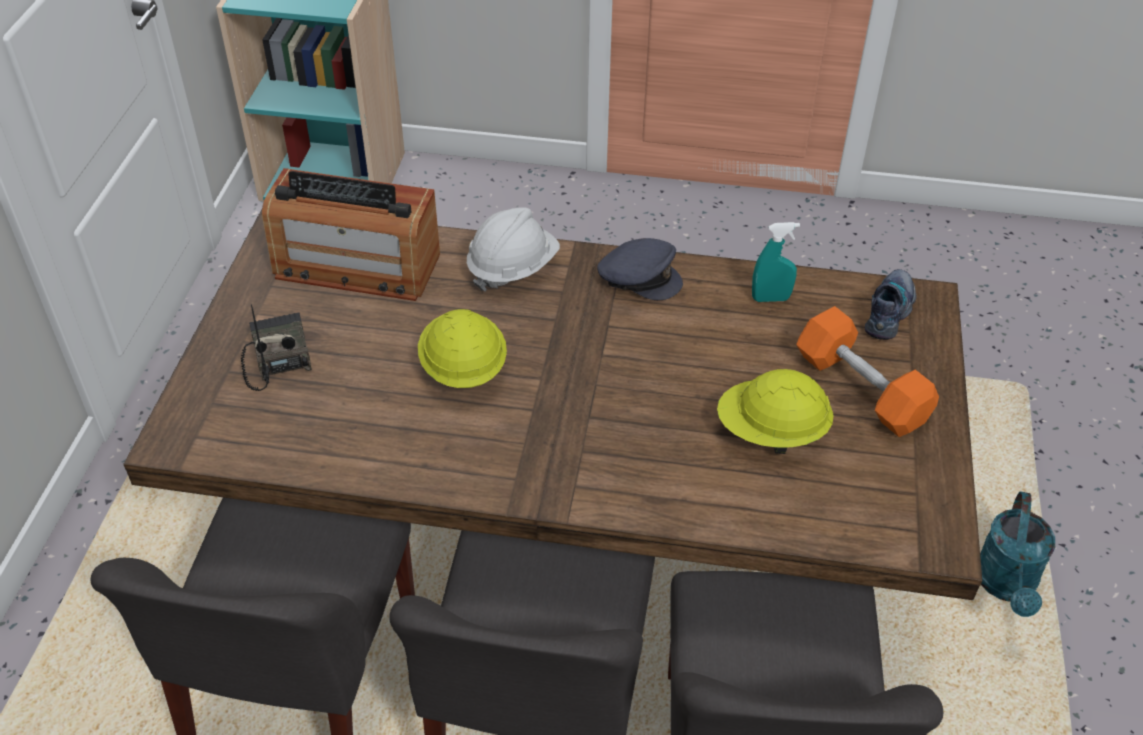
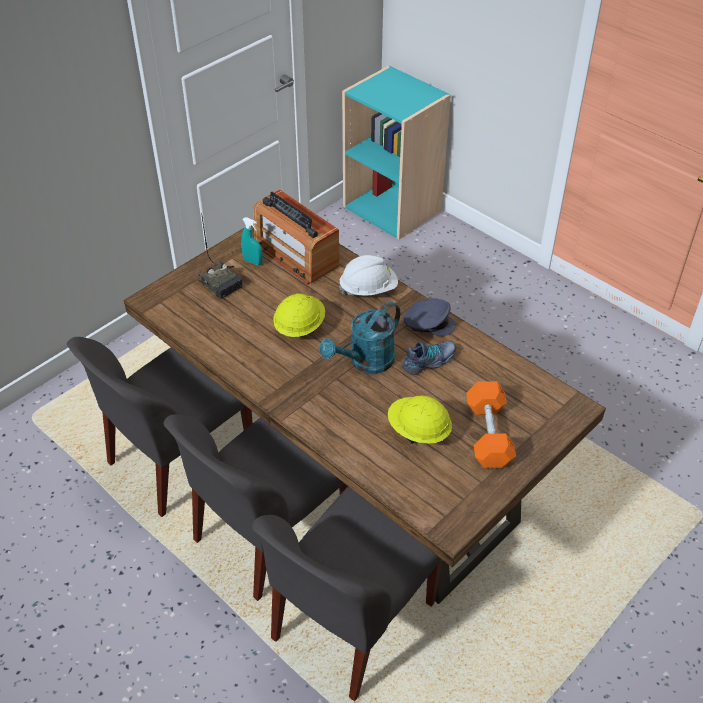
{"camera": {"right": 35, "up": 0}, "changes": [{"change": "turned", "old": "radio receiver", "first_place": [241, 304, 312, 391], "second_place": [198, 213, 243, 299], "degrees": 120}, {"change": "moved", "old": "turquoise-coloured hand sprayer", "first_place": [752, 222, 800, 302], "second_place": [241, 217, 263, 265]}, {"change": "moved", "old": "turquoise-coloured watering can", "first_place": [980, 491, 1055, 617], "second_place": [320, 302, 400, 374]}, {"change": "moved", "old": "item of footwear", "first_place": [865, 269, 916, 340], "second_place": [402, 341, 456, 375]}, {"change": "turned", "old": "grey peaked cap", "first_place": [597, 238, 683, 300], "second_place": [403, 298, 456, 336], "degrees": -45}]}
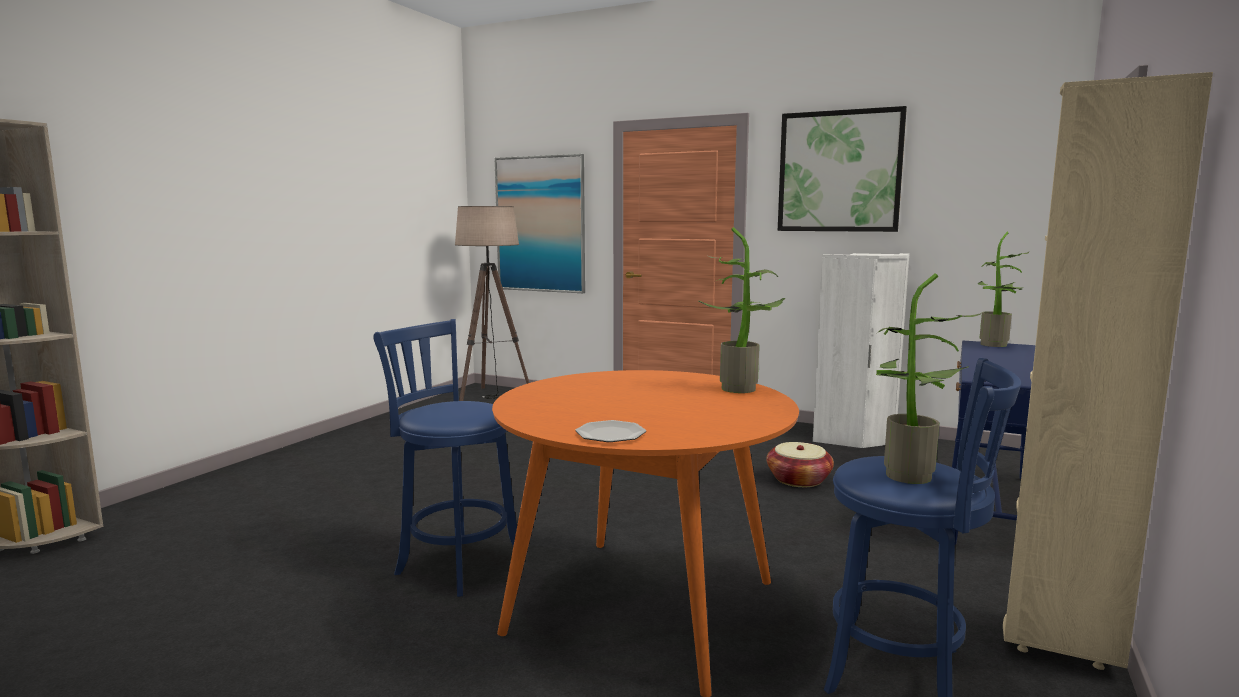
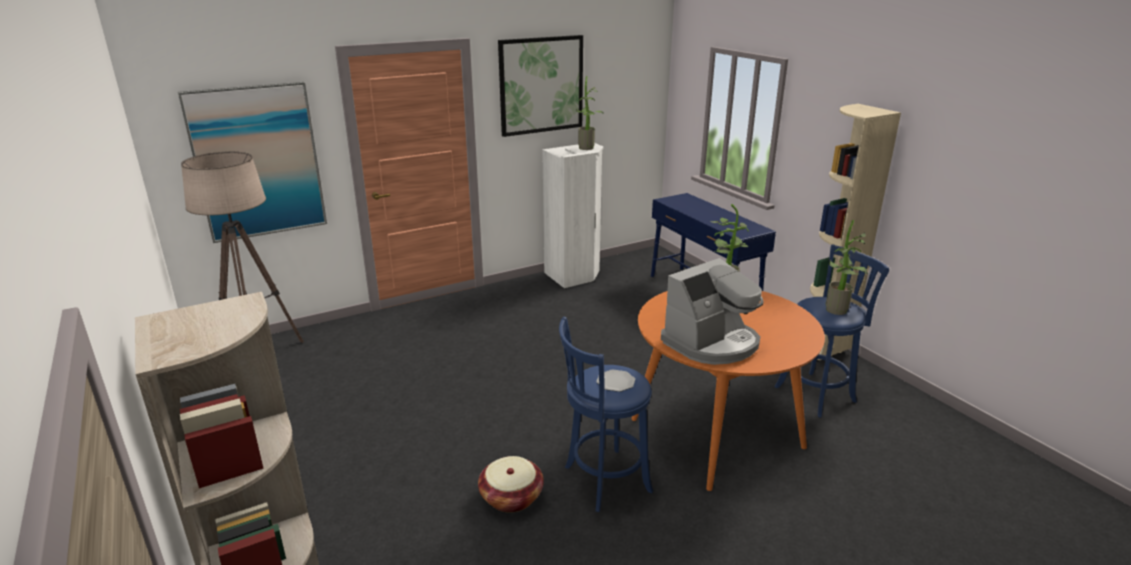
{"camera": {"right": -55, "up": 15}, "changes": [{"change": "moved", "old": "storage basket", "first_place": [766, 442, 834, 487], "second_place": [478, 456, 544, 513]}, {"change": "moved", "old": "houseplant", "first_place": [978, 232, 1029, 347], "second_place": [576, 76, 604, 150]}, {"change": "moved", "old": "flat dish", "first_place": [575, 420, 646, 442], "second_place": [596, 370, 635, 392]}, {"change": "added", "new": "coffee maker", "second_place": [661, 258, 763, 365]}]}
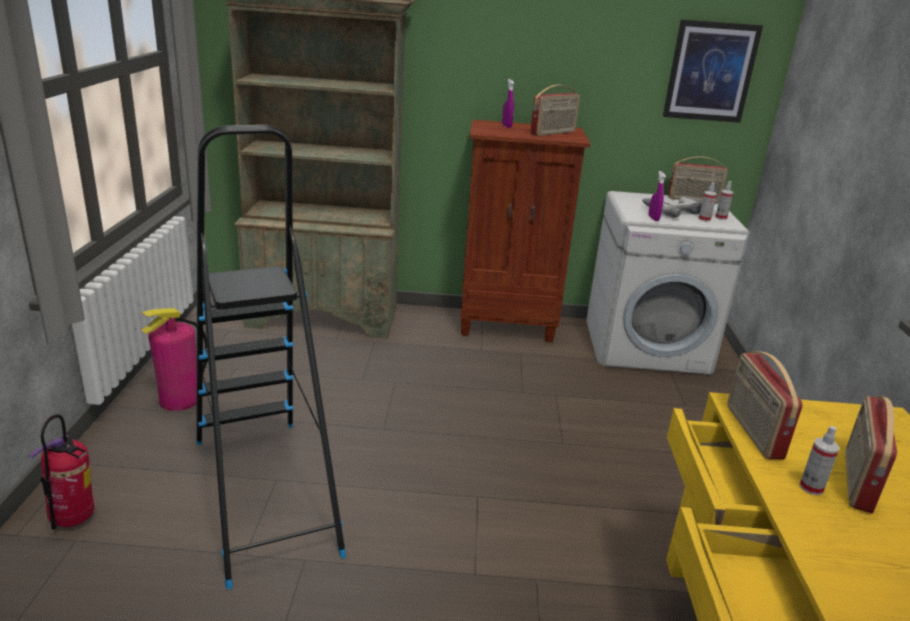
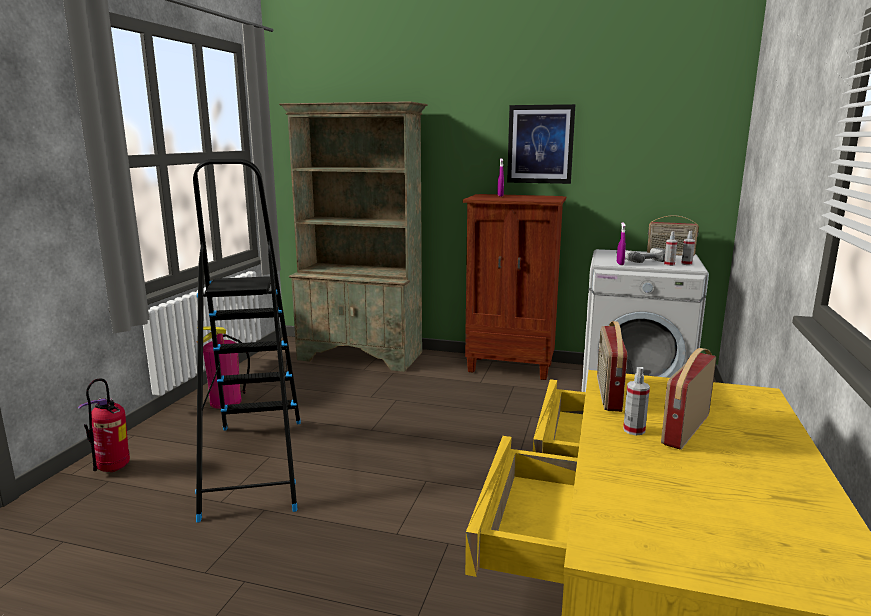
{"camera": {"right": 15, "up": -10}, "changes": [{"change": "moved", "old": "picture", "first_place": [663, 19, 763, 123], "second_place": [507, 104, 575, 184]}, {"change": "removed", "old": "radio receiver", "first_place": [530, 84, 580, 136]}]}
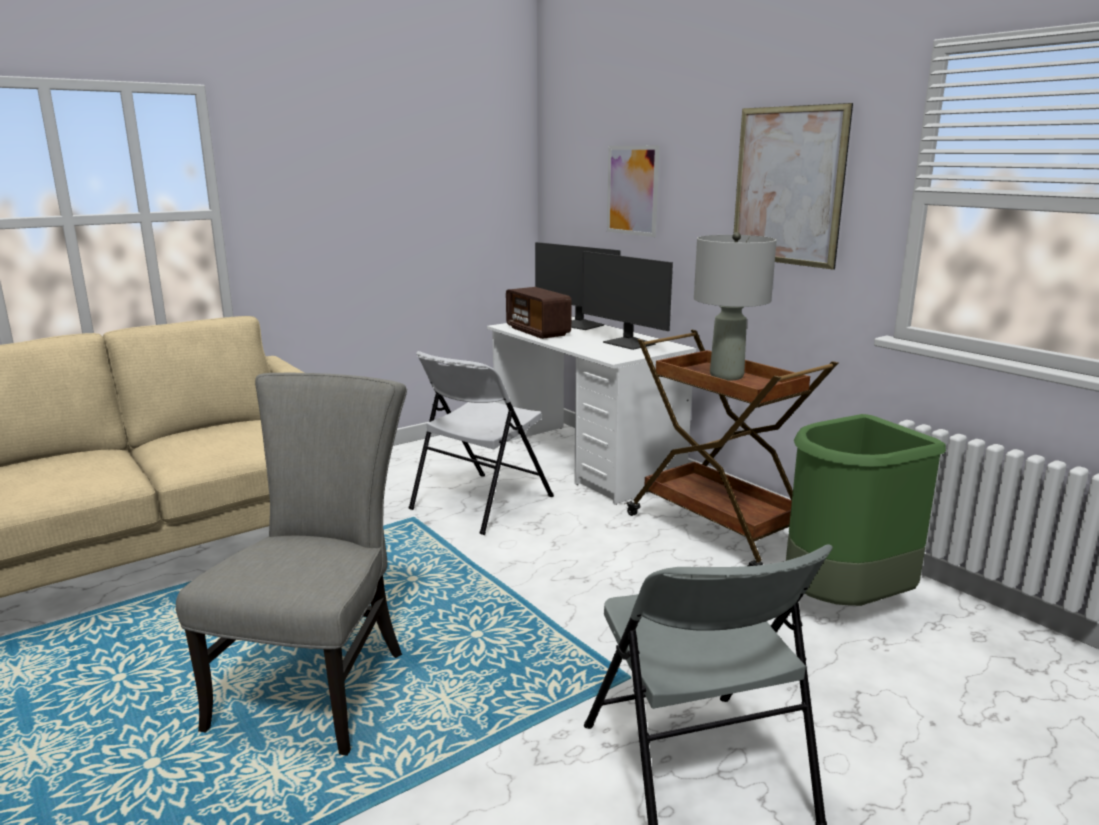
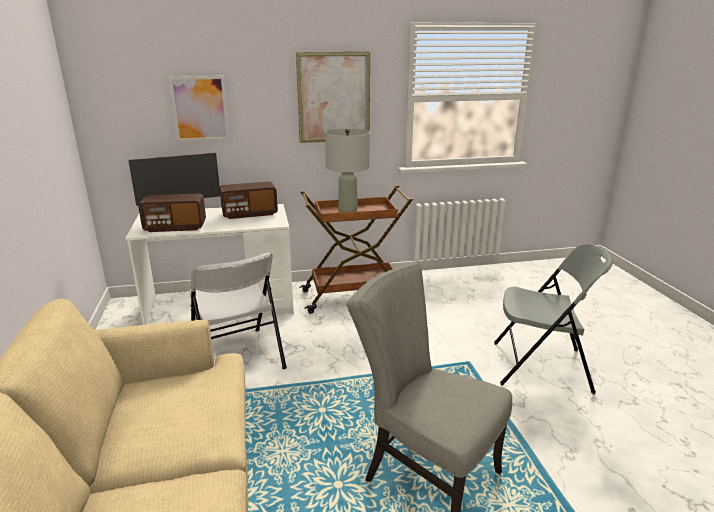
{"camera": {"right": -65, "up": 5}, "changes": [{"change": "replaced", "old": "monitor", "new": "radio receiver", "first_place": [582, 251, 673, 350], "second_place": [220, 181, 278, 219]}, {"change": "removed", "old": "green-coloured trash can", "first_place": [786, 414, 946, 606]}]}
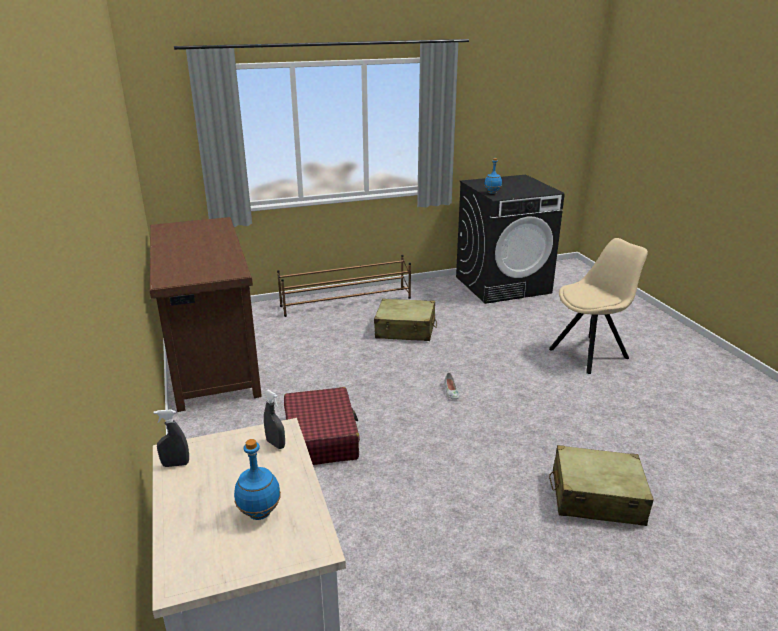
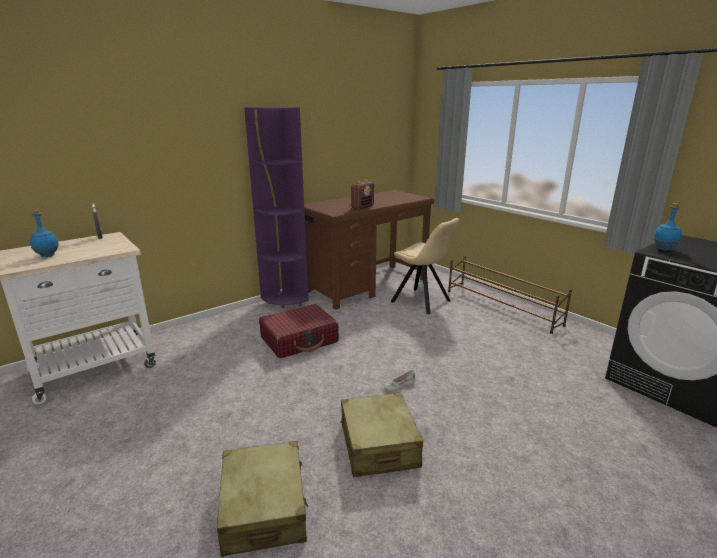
{"camera": {"right": 70, "up": -5}, "changes": [{"change": "added", "new": "purple bookshelf", "second_place": [244, 107, 309, 308]}, {"change": "moved", "old": "beige travel case", "first_place": [374, 299, 437, 341], "second_place": [340, 392, 423, 477]}, {"change": "added", "new": "radio receiver", "second_place": [351, 180, 374, 209]}, {"change": "moved", "old": "beige plain chair", "first_place": [549, 238, 648, 374], "second_place": [391, 218, 459, 314]}, {"change": "removed", "old": "grey hand sprayer", "first_place": [264, 390, 285, 449]}]}
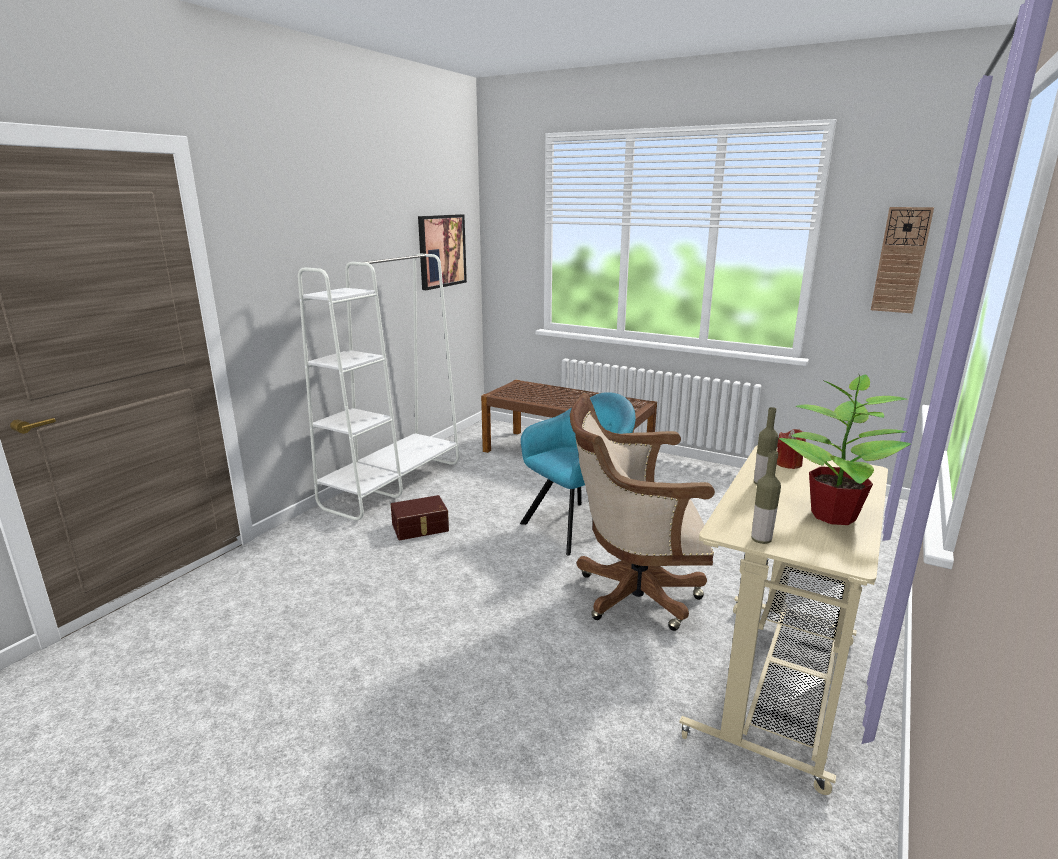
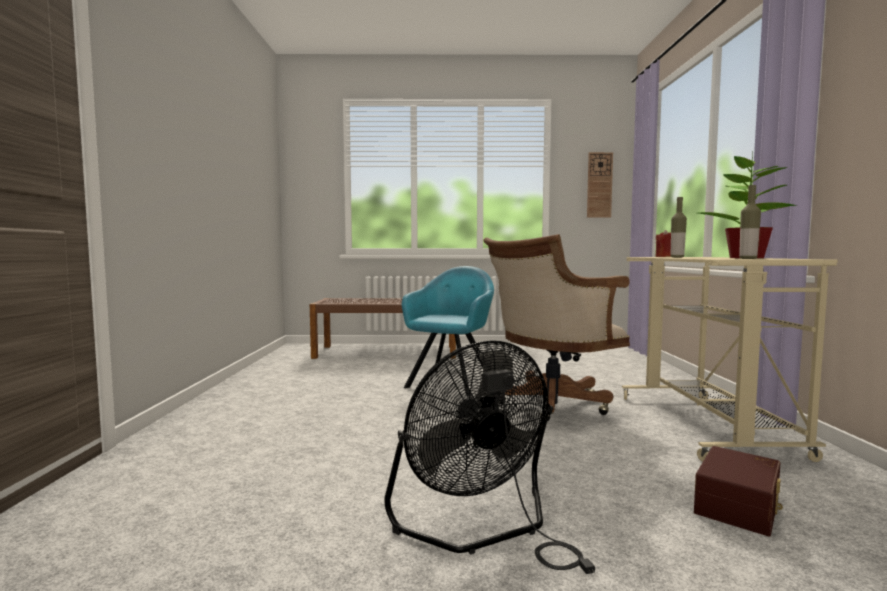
{"camera": {"right": -30, "up": -15}, "changes": [{"change": "added", "new": "black-coloured fan", "second_place": [384, 341, 595, 574]}, {"change": "moved", "old": "brown-coloured storage box", "first_place": [391, 495, 449, 540], "second_place": [694, 446, 783, 536]}, {"change": "removed", "old": "whitish garment stand", "first_place": [298, 253, 459, 521]}, {"change": "removed", "old": "picture", "first_place": [418, 214, 467, 290]}]}
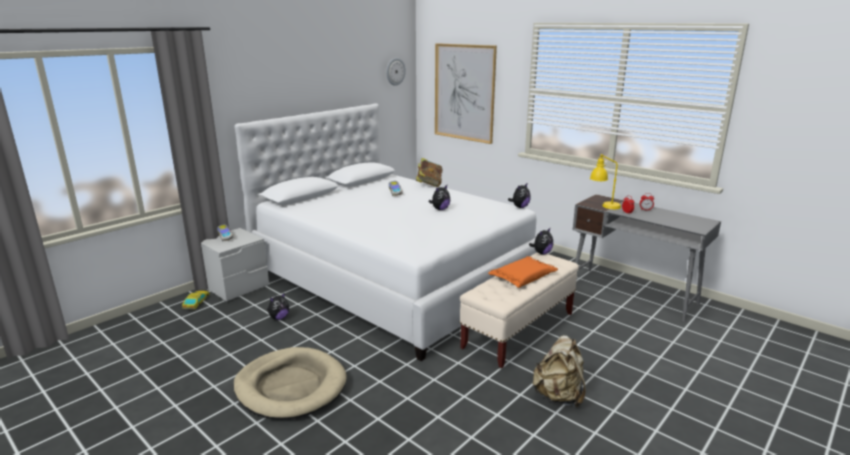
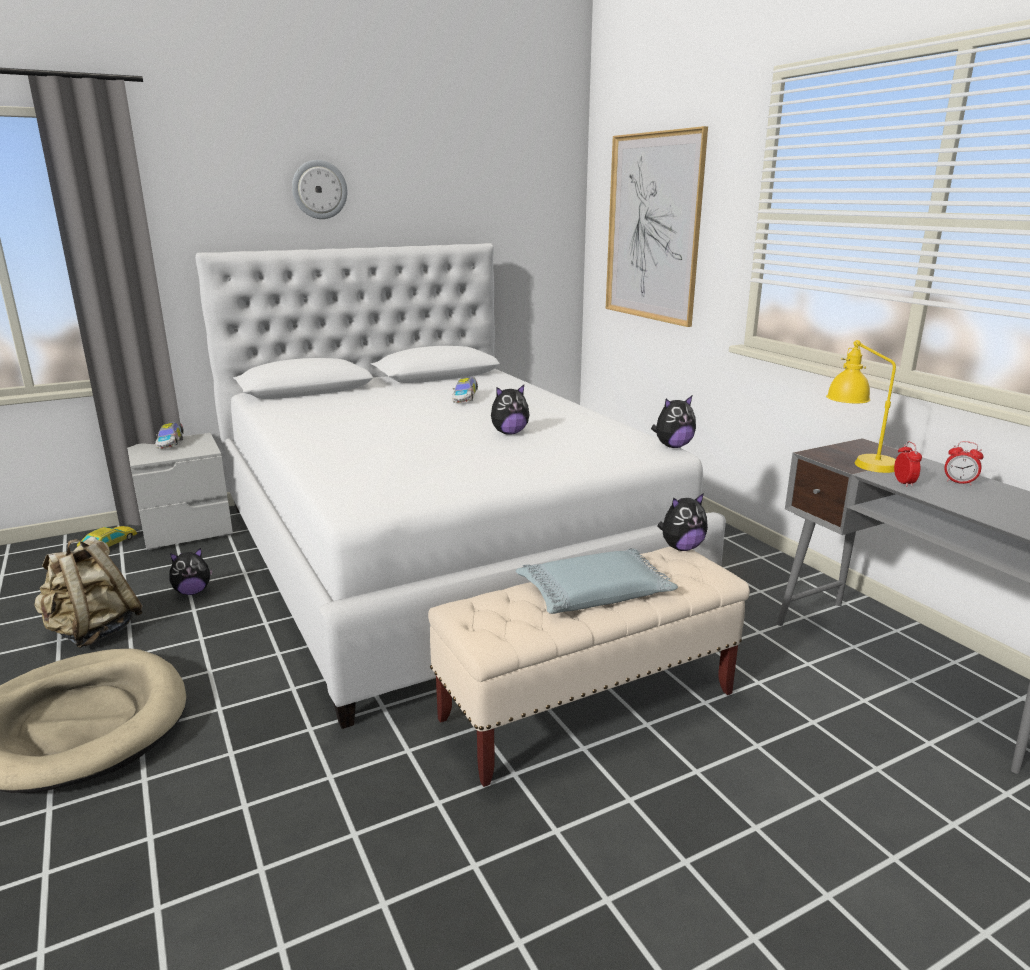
{"camera": {"right": 20, "up": 0}, "changes": [{"change": "moved", "old": "beige knapsack", "first_place": [532, 335, 585, 408], "second_place": [34, 536, 143, 648]}, {"change": "moved", "old": "wall clock", "first_place": [386, 58, 406, 86], "second_place": [292, 160, 347, 219]}, {"change": "recoloured", "old": "orange pillow", "new": "blue-coloured pillow", "first_place": [488, 256, 558, 288], "second_place": [516, 548, 678, 614]}, {"change": "removed", "old": "volume", "first_place": [416, 158, 442, 187]}]}
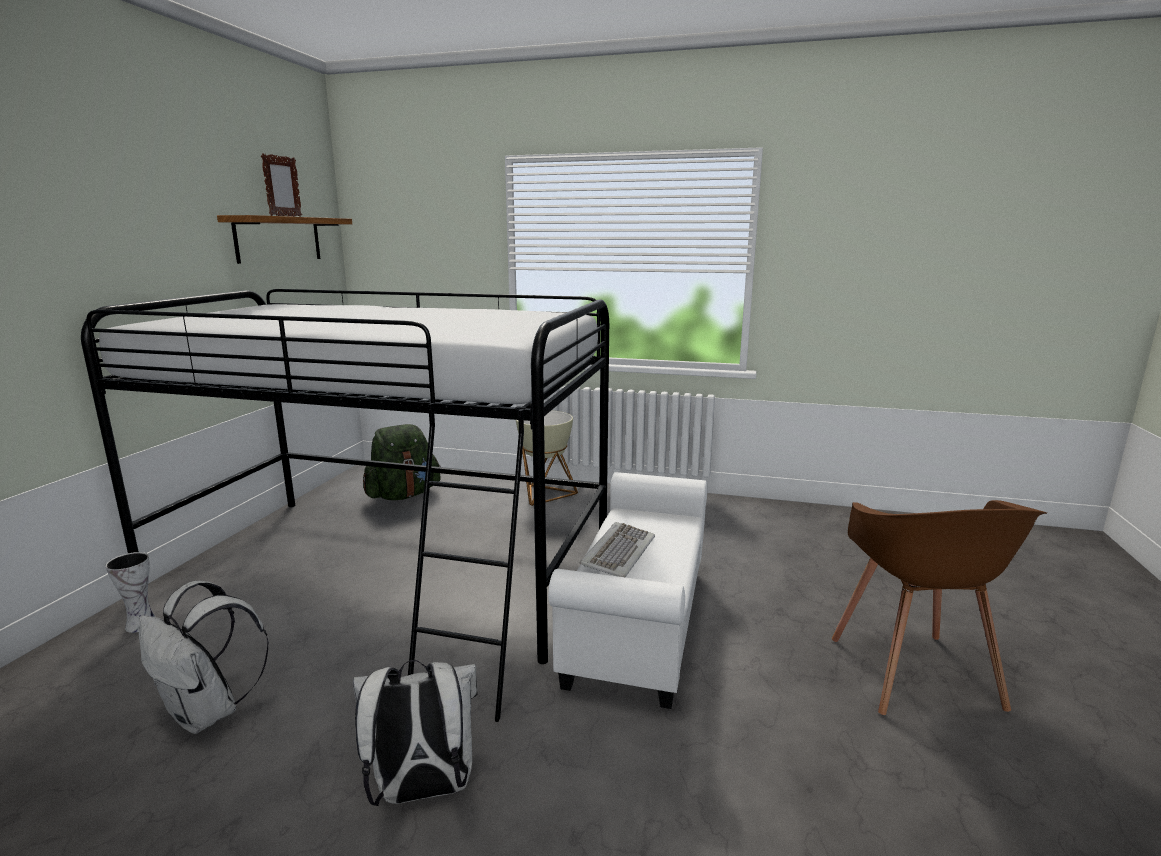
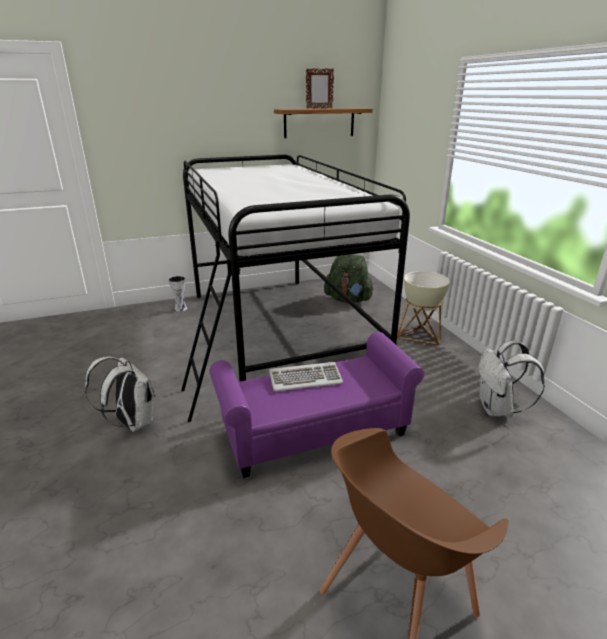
{"camera": {"right": 55, "up": 10}, "changes": [{"change": "recoloured", "old": "whitish pouffe", "new": "purple pouffe", "first_place": [548, 472, 708, 709], "second_place": [209, 332, 424, 478]}, {"change": "moved", "old": "whitish knapsack", "first_place": [139, 581, 269, 734], "second_place": [478, 341, 545, 416]}]}
